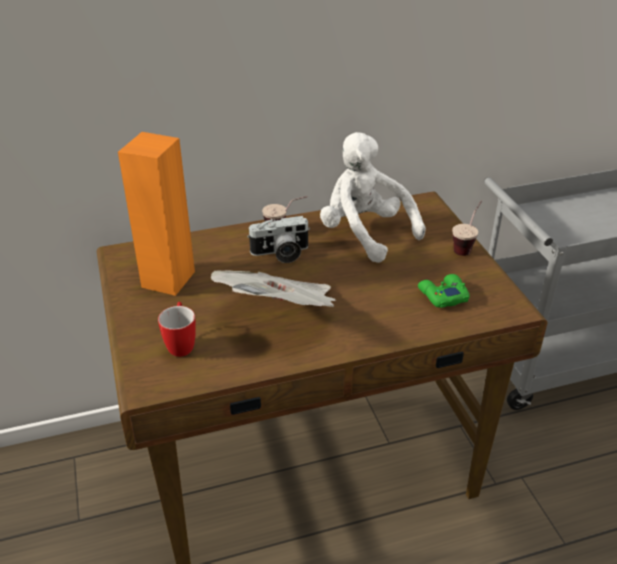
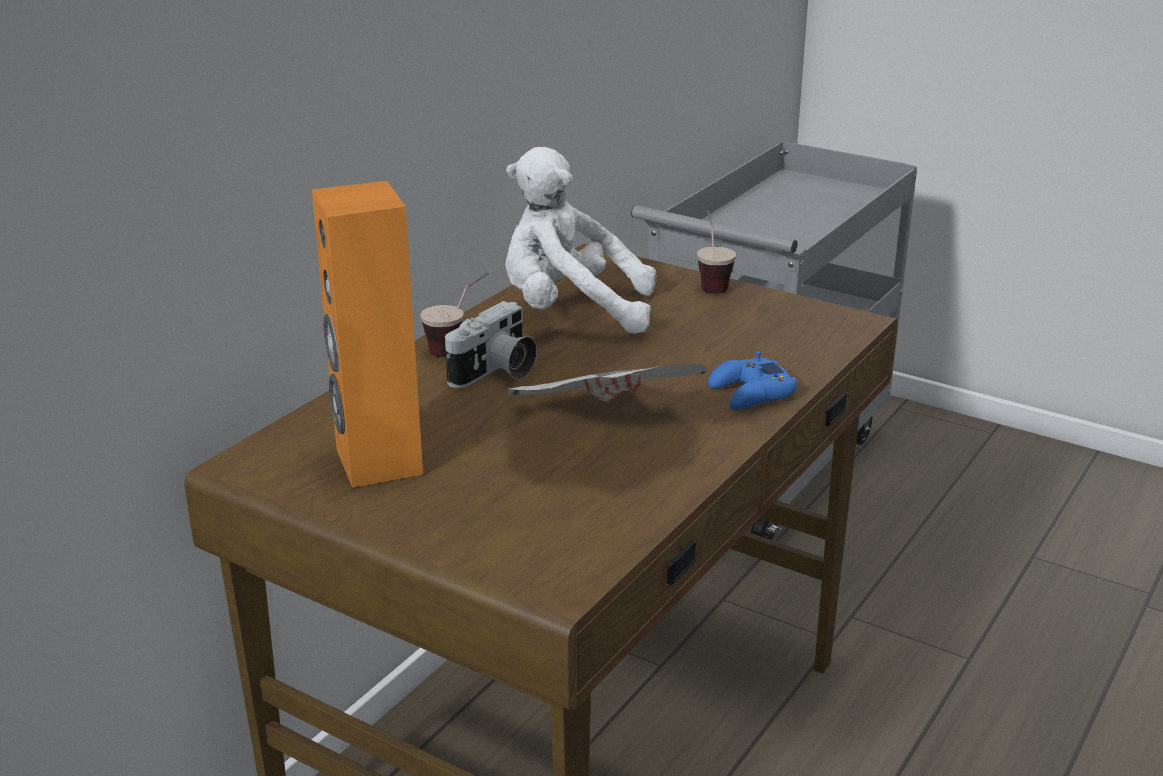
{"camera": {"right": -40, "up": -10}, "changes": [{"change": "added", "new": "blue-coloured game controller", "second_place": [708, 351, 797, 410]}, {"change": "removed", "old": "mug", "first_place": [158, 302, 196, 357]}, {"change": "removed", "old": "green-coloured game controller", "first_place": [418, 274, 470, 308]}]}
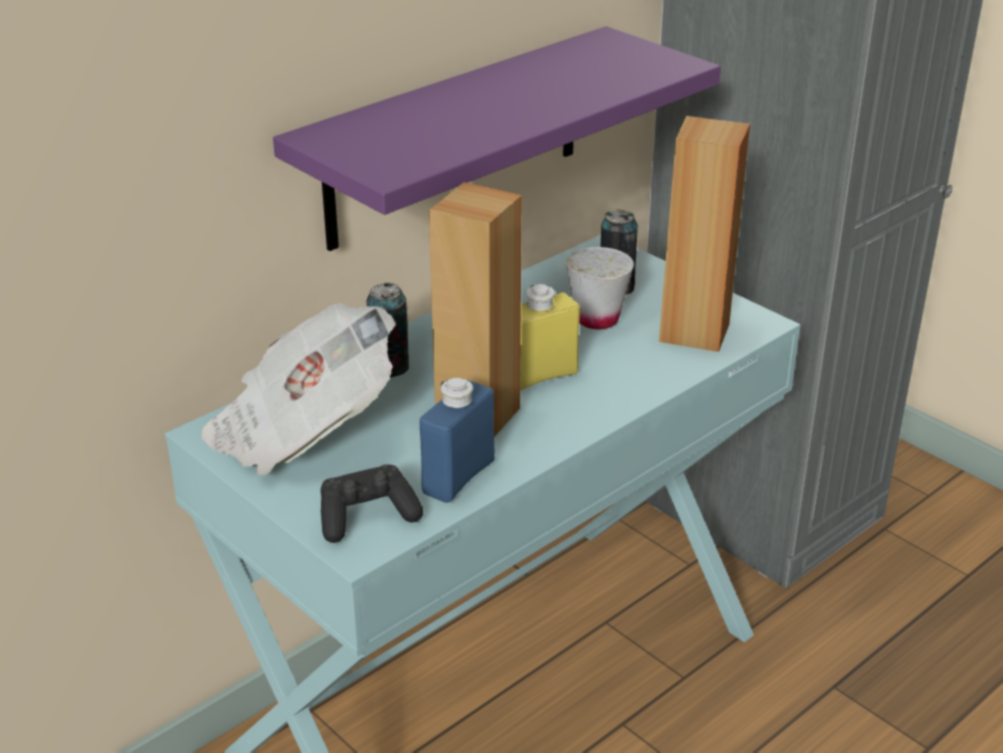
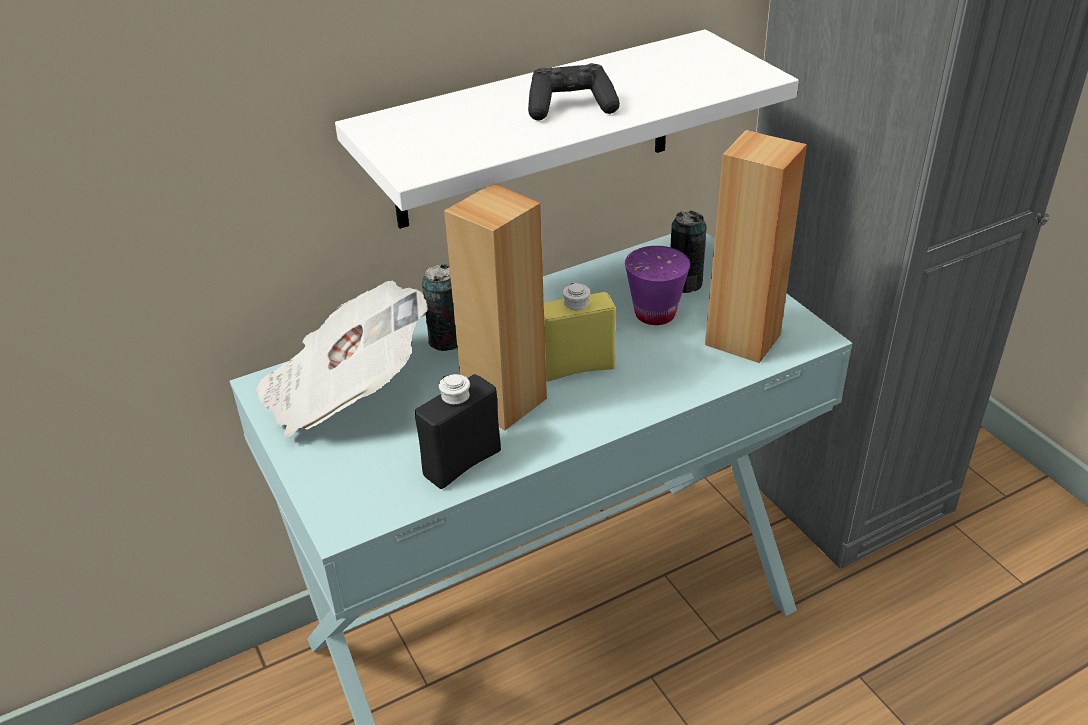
{"camera": {"right": 15, "up": 5}, "changes": [{"change": "recoloured", "old": "purple bracket shelf", "new": "whitish bracket shelf", "first_place": [273, 26, 721, 251], "second_place": [335, 29, 799, 229]}, {"change": "recoloured", "old": "blue-coloured bottle", "new": "black-coloured bottle", "first_place": [420, 378, 495, 503], "second_place": [415, 374, 501, 489]}, {"change": "moved", "old": "black-coloured game controller", "first_place": [321, 464, 423, 543], "second_place": [528, 63, 620, 120]}, {"change": "recoloured", "old": "whitish drinking cup", "new": "purple drinking cup", "first_place": [566, 247, 634, 329], "second_place": [625, 246, 690, 325]}]}
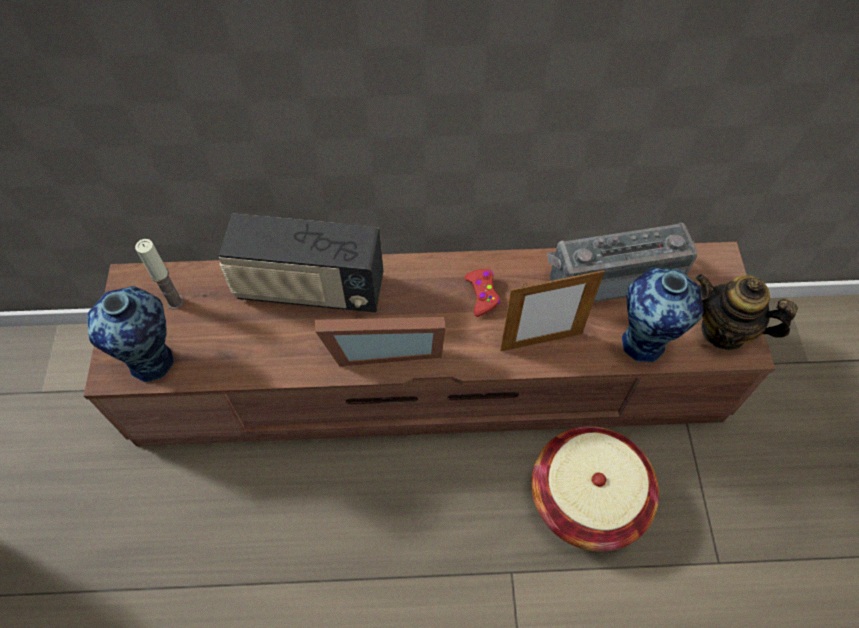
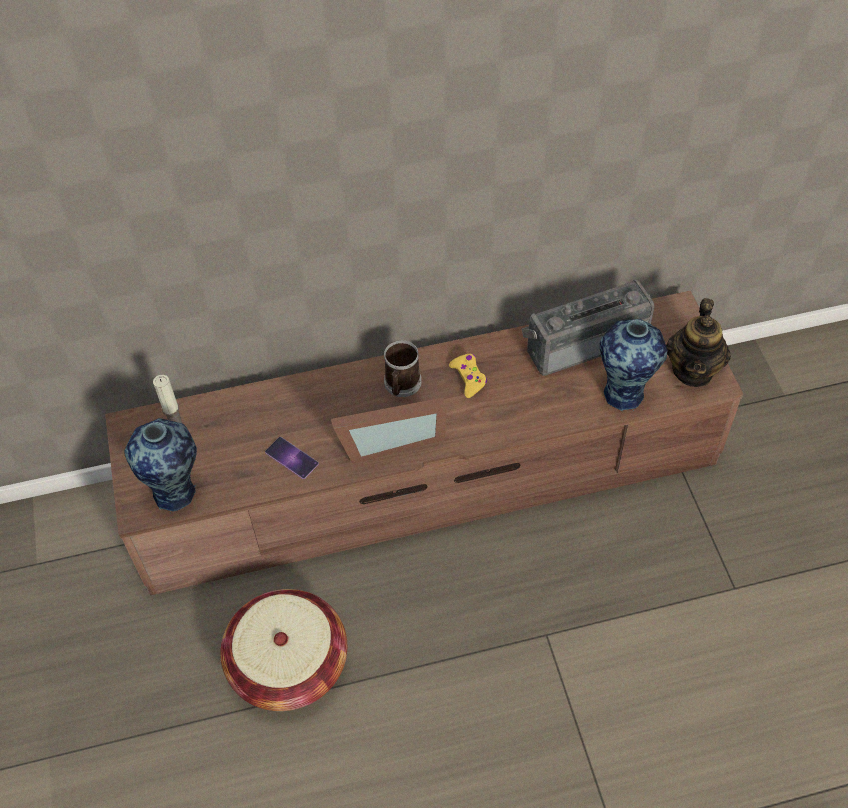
{"camera": {"right": -10, "up": -5}, "changes": [{"change": "moved", "old": "storage basket", "first_place": [531, 426, 659, 552], "second_place": [220, 589, 347, 711]}, {"change": "added", "new": "phone", "second_place": [265, 437, 319, 479]}, {"change": "added", "new": "mug", "second_place": [384, 340, 422, 397]}, {"change": "recoloured", "old": "reddish game controller", "new": "yellow game controller", "first_place": [465, 269, 500, 317], "second_place": [449, 354, 487, 398]}, {"change": "turned", "old": "tea pot", "first_place": [695, 274, 798, 350], "second_place": [666, 298, 731, 387], "degrees": -90}, {"change": "removed", "old": "radio receiver", "first_place": [219, 213, 384, 312]}, {"change": "removed", "old": "photo frame", "first_place": [500, 270, 605, 351]}]}
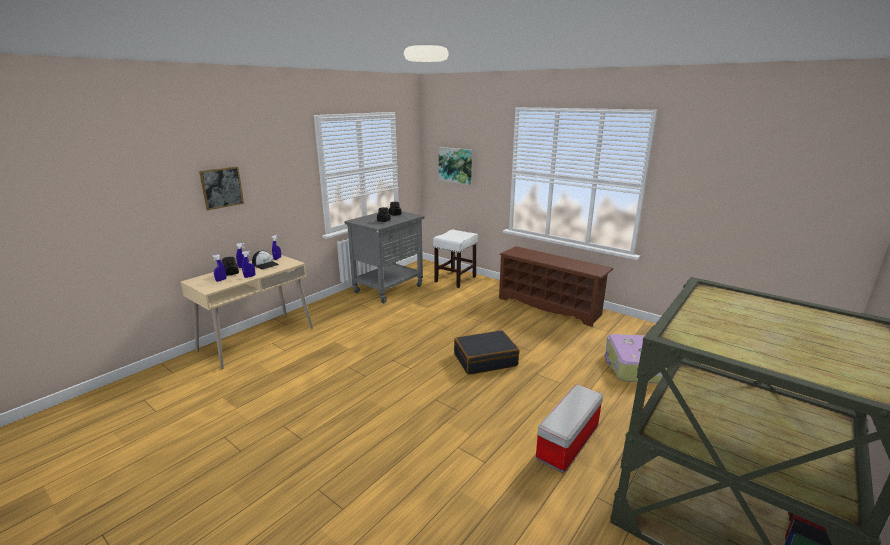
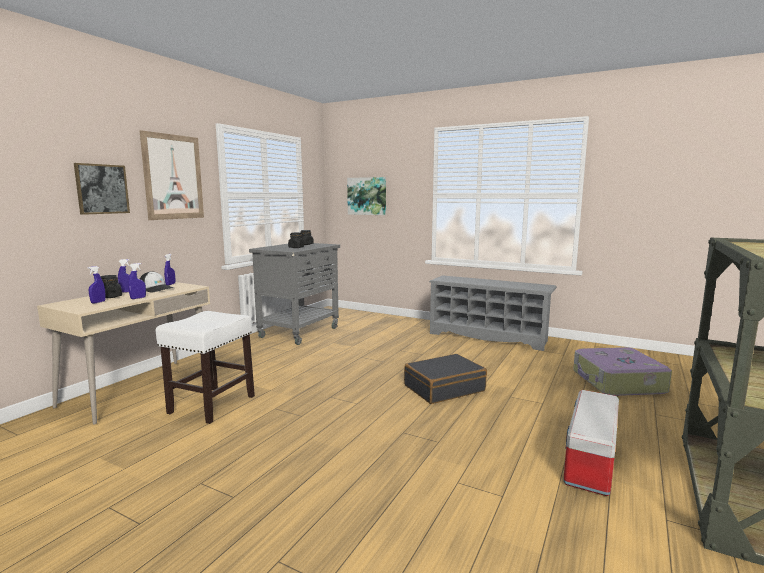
{"camera": {"right": -10, "up": -10}, "changes": [{"change": "added", "new": "picture", "second_place": [139, 130, 204, 220]}, {"change": "moved", "old": "whitish stool", "first_place": [433, 229, 478, 288], "second_place": [156, 311, 255, 424]}, {"change": "recoloured", "old": "brown-coloured shoe stand", "new": "grey shoe stand", "first_place": [499, 246, 613, 327], "second_place": [429, 275, 557, 351]}]}
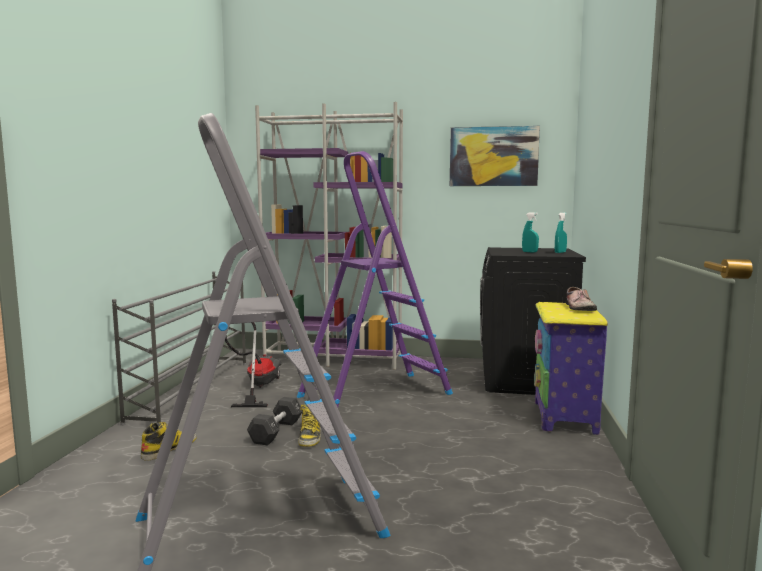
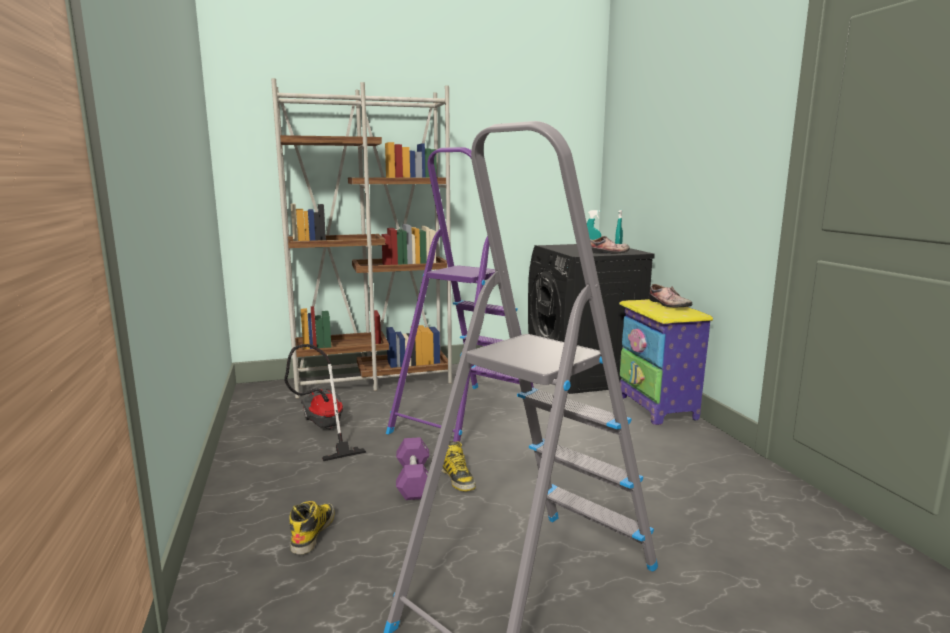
{"camera": {"right": -25, "up": 5}, "changes": [{"change": "recoloured", "old": "purple bookshelf", "new": "brown-coloured bookshelf", "first_place": [255, 102, 403, 370], "second_place": [271, 79, 452, 398]}, {"change": "recoloured", "old": "black-coloured hand weight", "new": "purple hand weight", "first_place": [247, 397, 302, 445], "second_place": [396, 437, 430, 500]}, {"change": "added", "new": "item of footwear", "second_place": [590, 236, 630, 254]}, {"change": "removed", "old": "grey shoe stand", "first_place": [112, 271, 246, 426]}, {"change": "removed", "old": "picture", "first_place": [450, 126, 540, 186]}]}
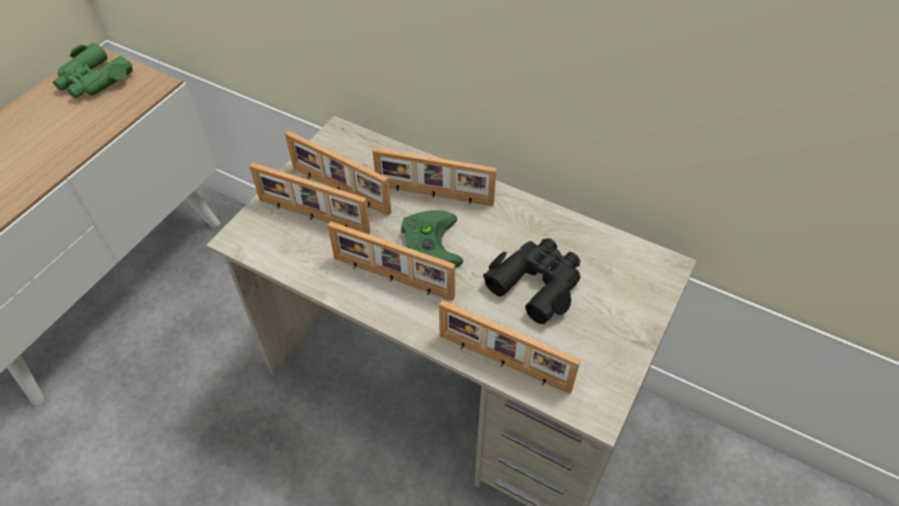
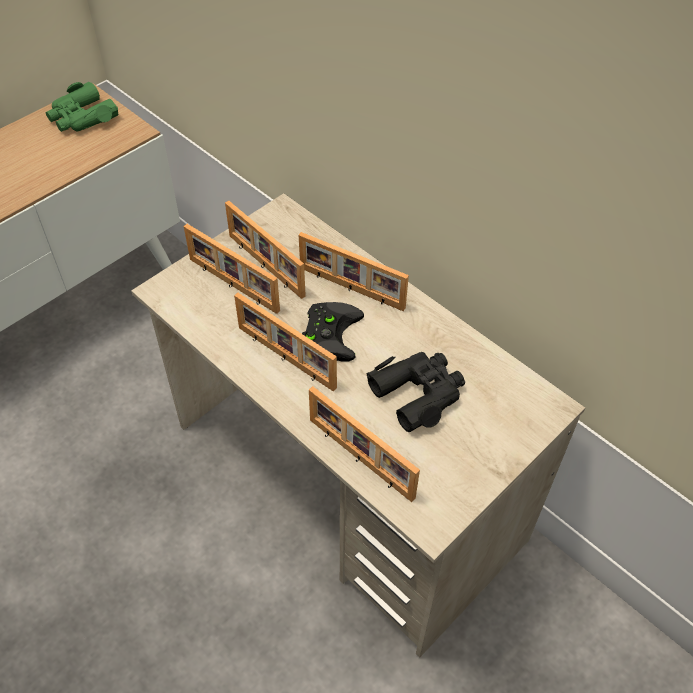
{"camera": {"right": 15, "up": 0}, "changes": [{"change": "recoloured", "old": "green-coloured game controller", "new": "black-coloured game controller", "first_place": [401, 210, 463, 268], "second_place": [302, 302, 364, 361]}]}
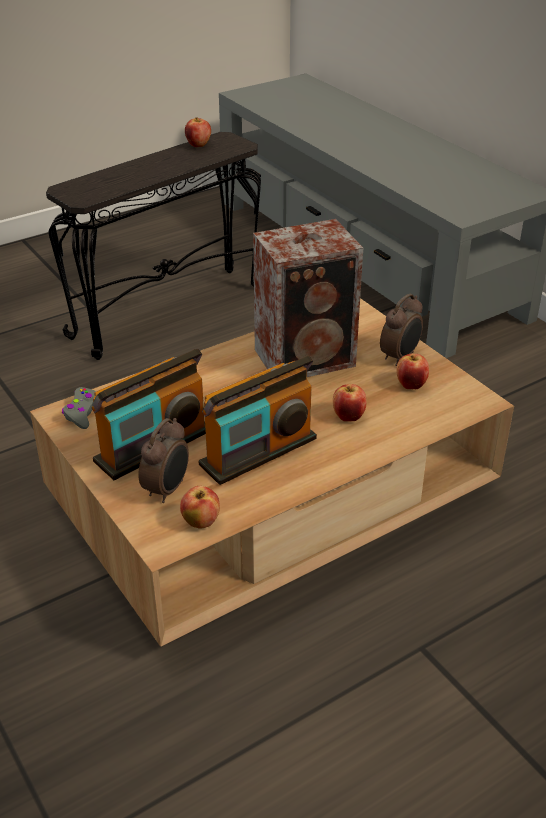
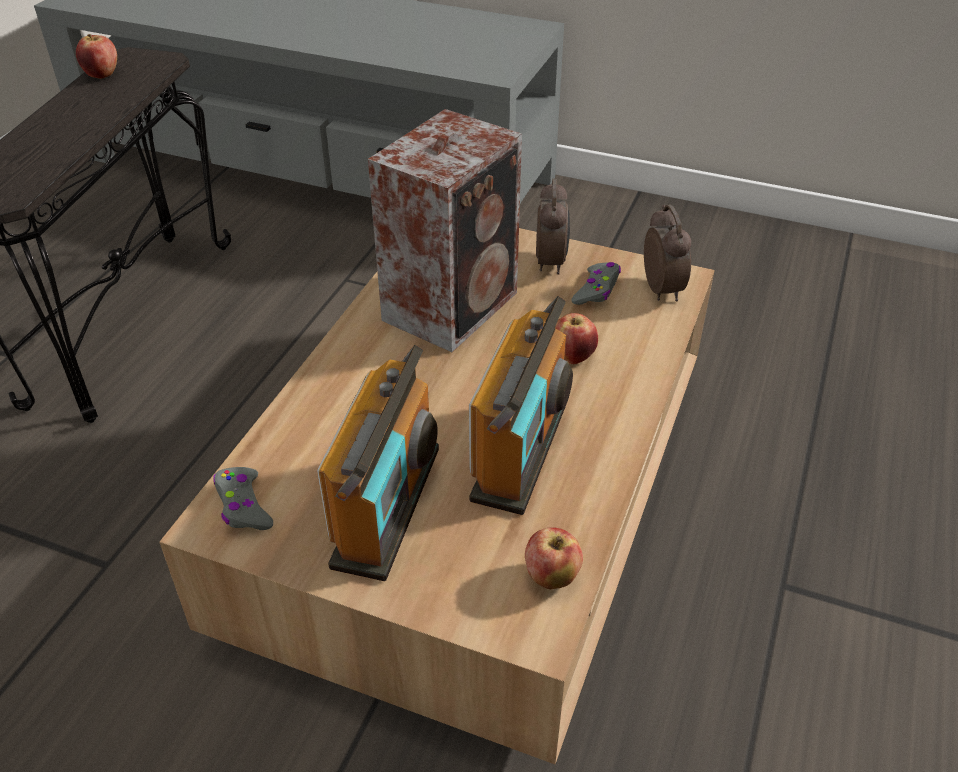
{"camera": {"right": -35, "up": 5}, "changes": [{"change": "replaced", "old": "whole apple", "new": "grey game controller", "first_place": [396, 354, 429, 389], "second_place": [572, 262, 621, 305]}, {"change": "moved", "old": "table clock", "first_place": [138, 418, 189, 503], "second_place": [644, 204, 691, 301]}]}
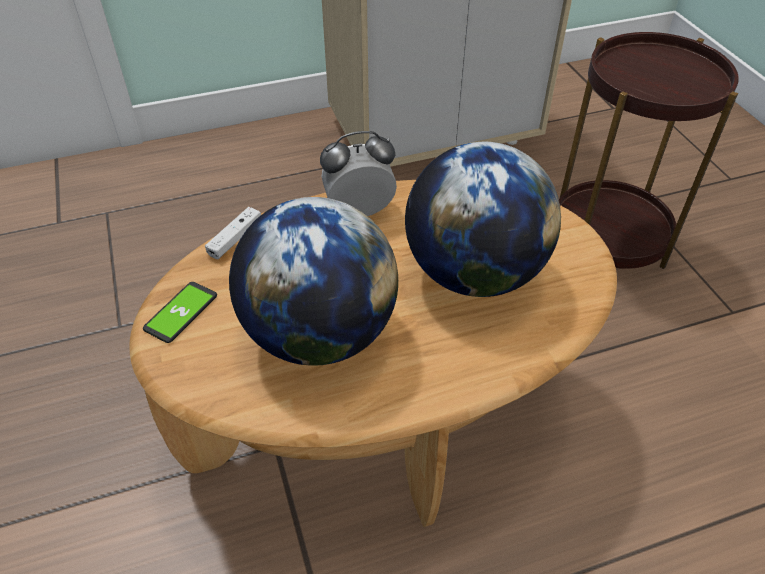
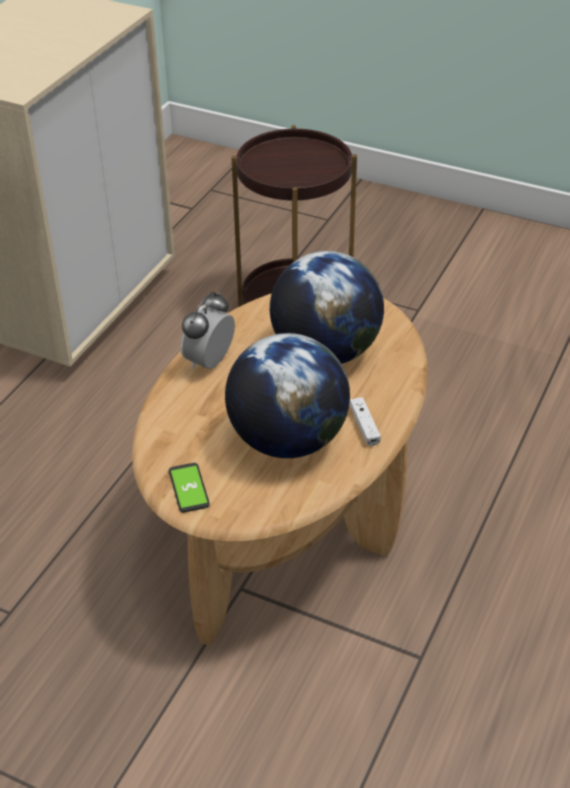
{"camera": {"right": -45, "up": -5}, "changes": [{"change": "moved", "old": "whitish game controller", "first_place": [205, 207, 261, 259], "second_place": [350, 397, 381, 446]}]}
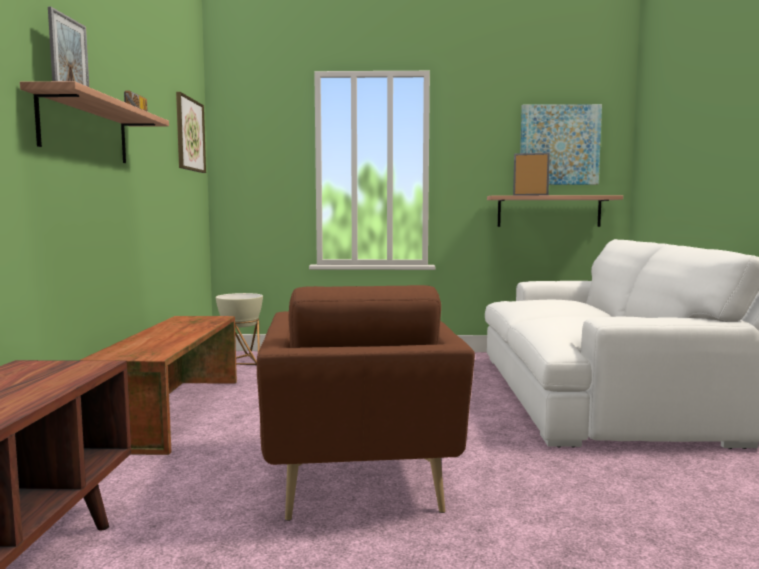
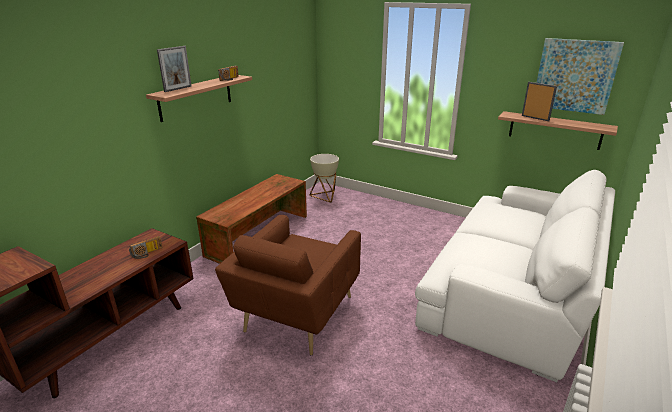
{"camera": {"right": 30, "up": 20}, "changes": [{"change": "added", "new": "radio receiver", "second_place": [129, 236, 163, 259]}, {"change": "removed", "old": "picture", "first_place": [176, 92, 206, 173]}]}
